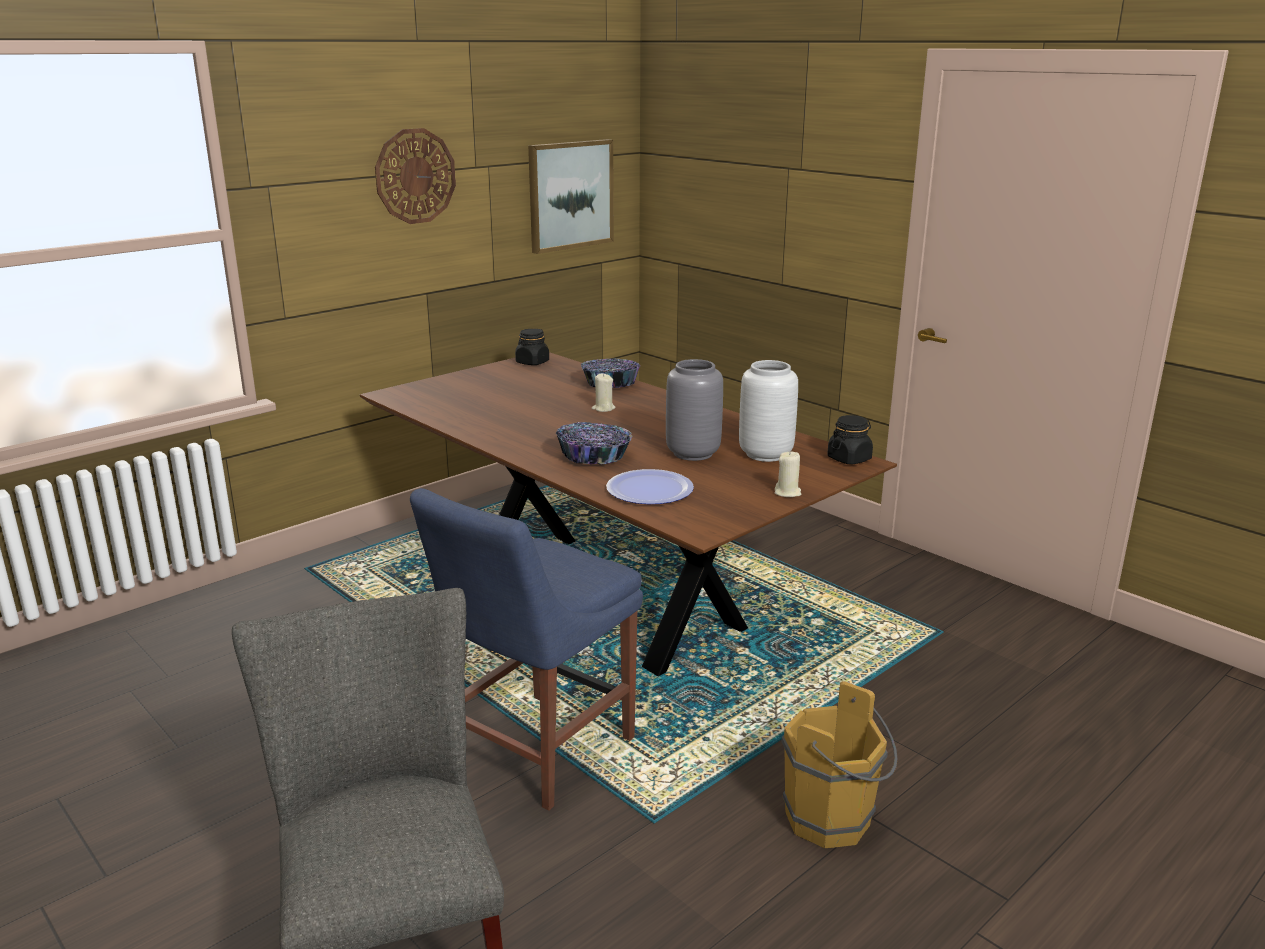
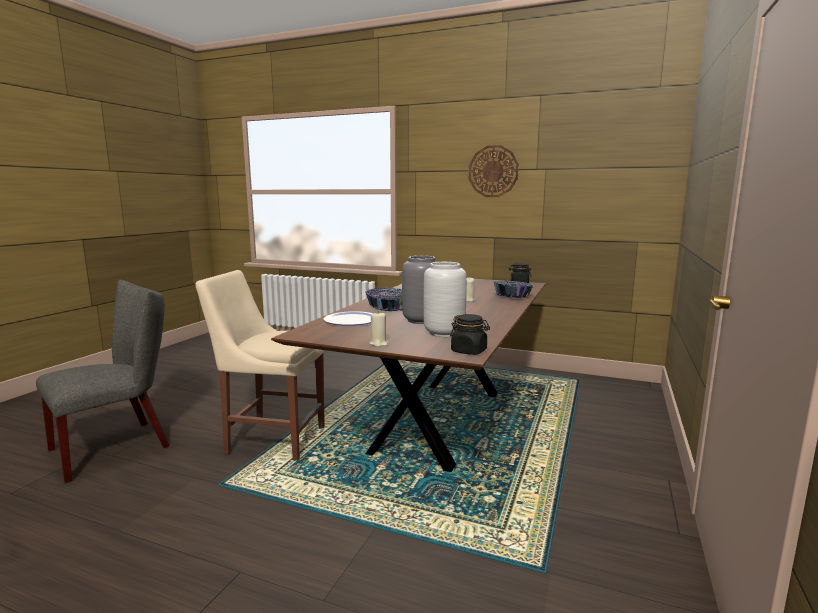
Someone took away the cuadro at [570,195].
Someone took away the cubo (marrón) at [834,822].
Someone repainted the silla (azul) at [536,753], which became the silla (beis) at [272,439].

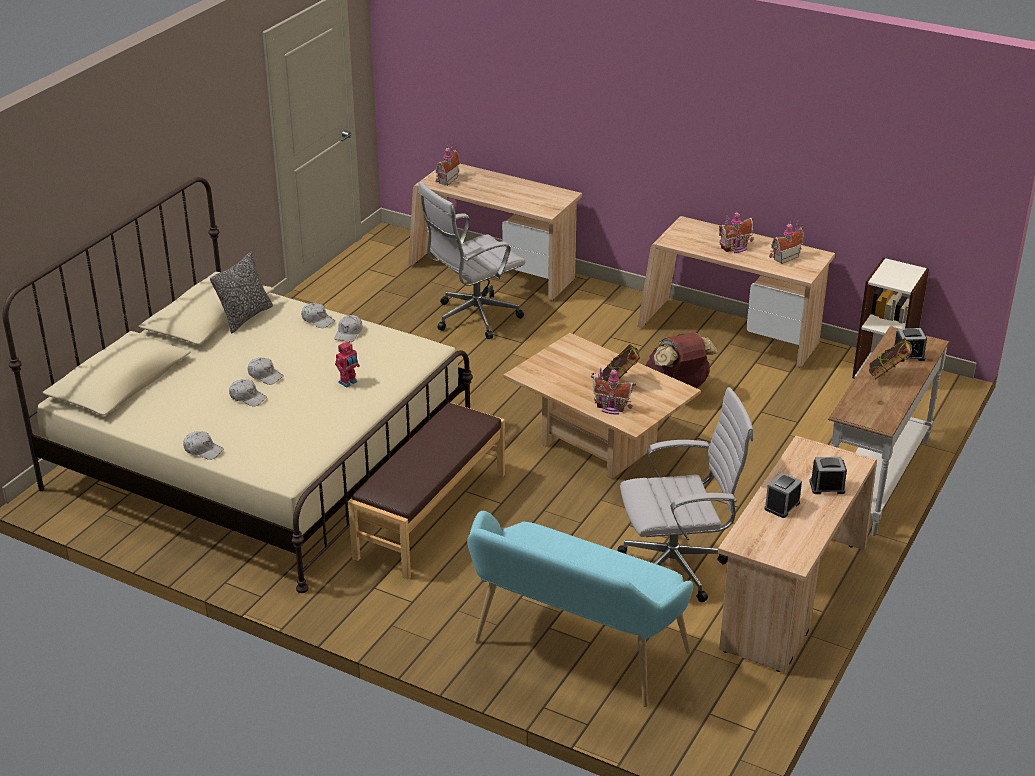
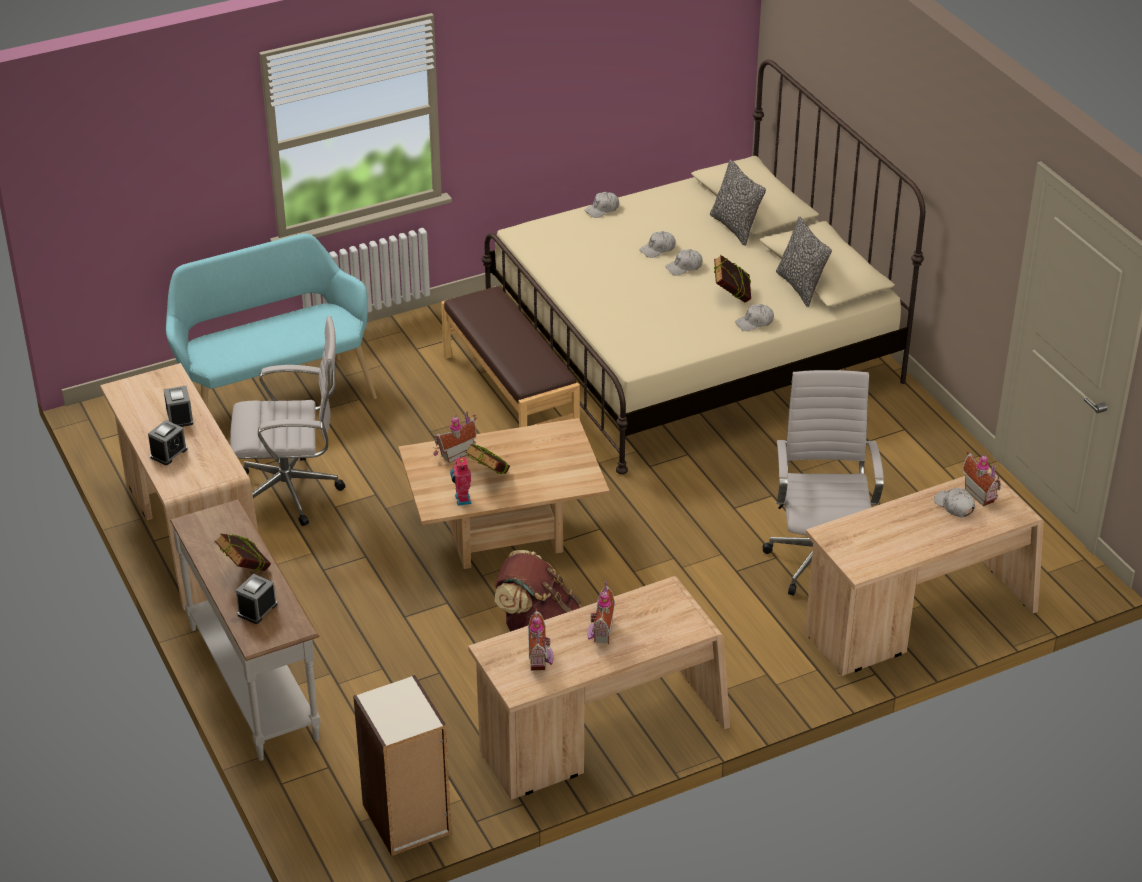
Someone put down the cojín at [735,227].
Someone put down the libro at [731,296].
Someone carried the gorra (blanco) from [349,333] to [954,506].
Someone carried the robot de juguete from [348,382] to [461,500].
Someone rotated the silla de oficina (blanco) at [678,568] by 120 degrees counterclockwise.

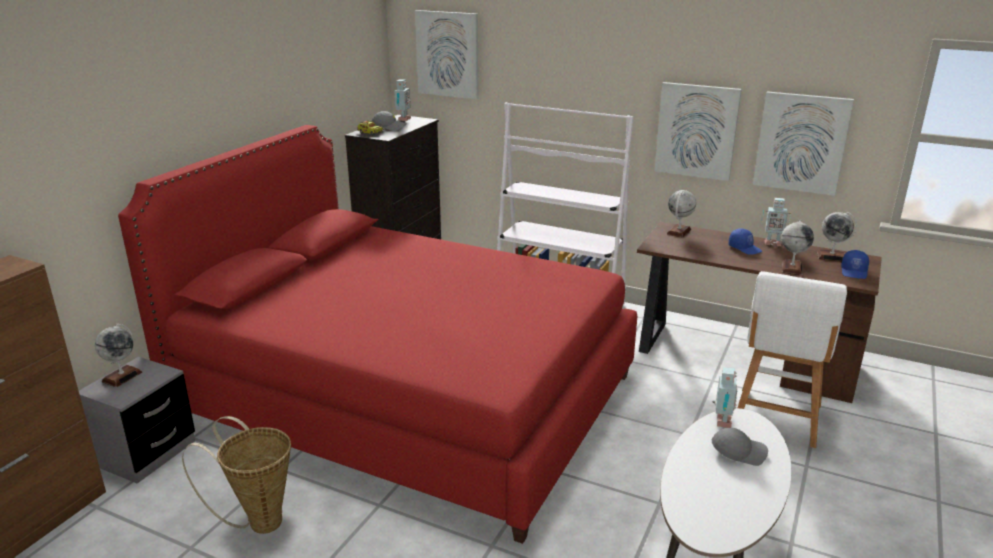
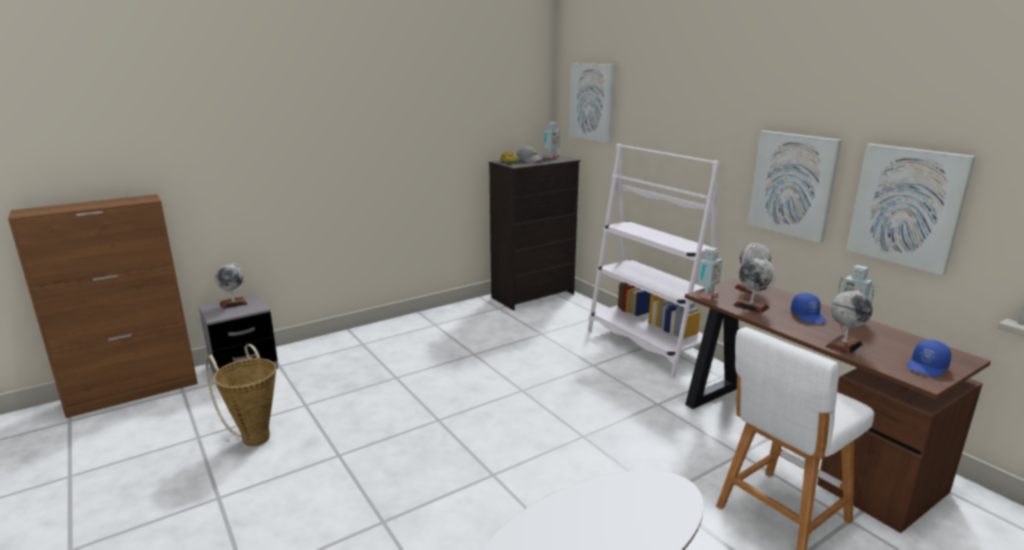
Someone took away the cama (rojo) at [408,397].
Someone took away the gorra (gris) at [738,452].
Someone carried the robot de juguete from [721,422] to [706,296].
Someone carried the globo terráqueo from [831,256] to [751,306].

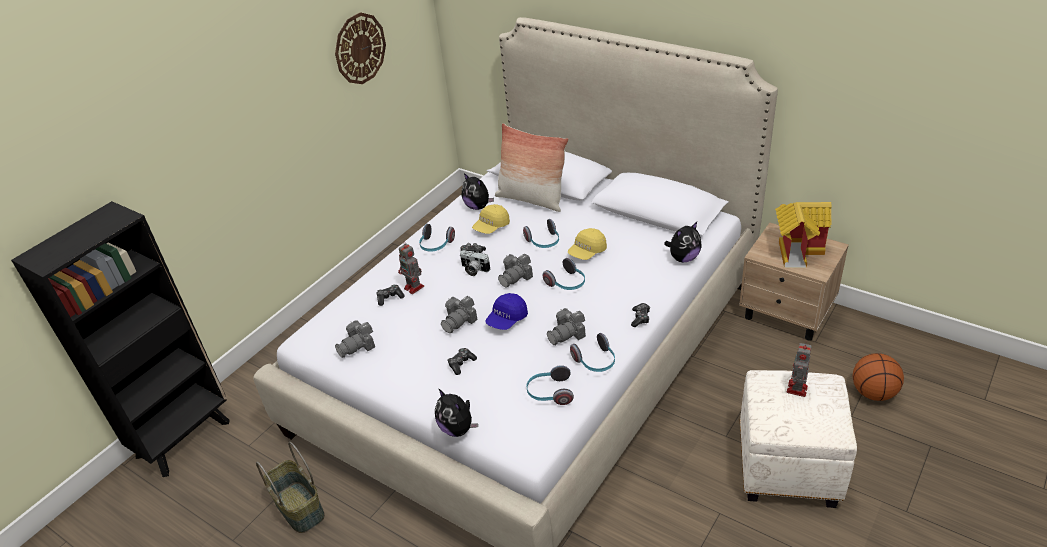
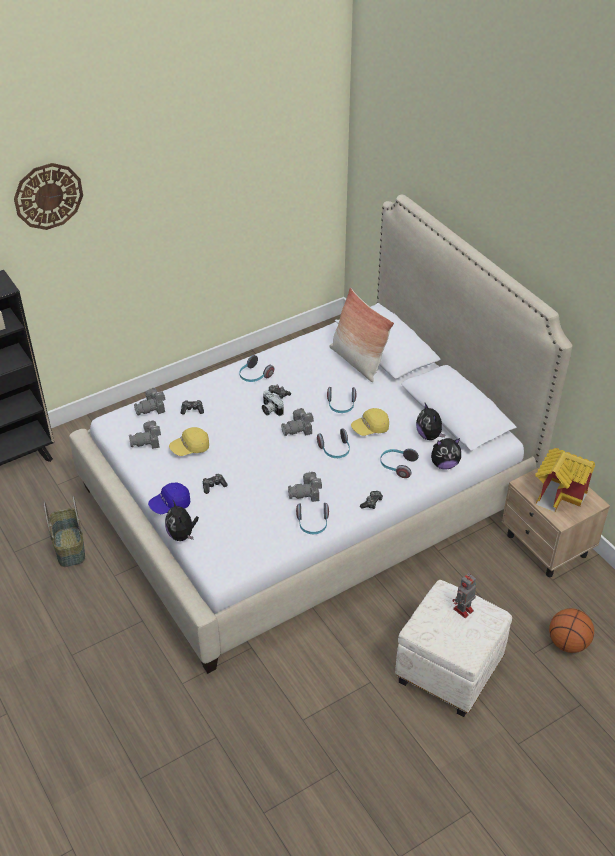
Someone took away the robot de juguete at [414,288].
Someone carried the reloj de pared from [360,48] to [48,196].
Someone carried the cámara from [459,321] to [152,408].
Someone carried the peluche from [478,206] to [429,435].
Someone carried the gorra (amarillo) from [491,227] to [190,448].
Someone carried the gorra (azul) from [507,319] to [170,504].
Someone carried the auriculares from [550,393] to [397,466].

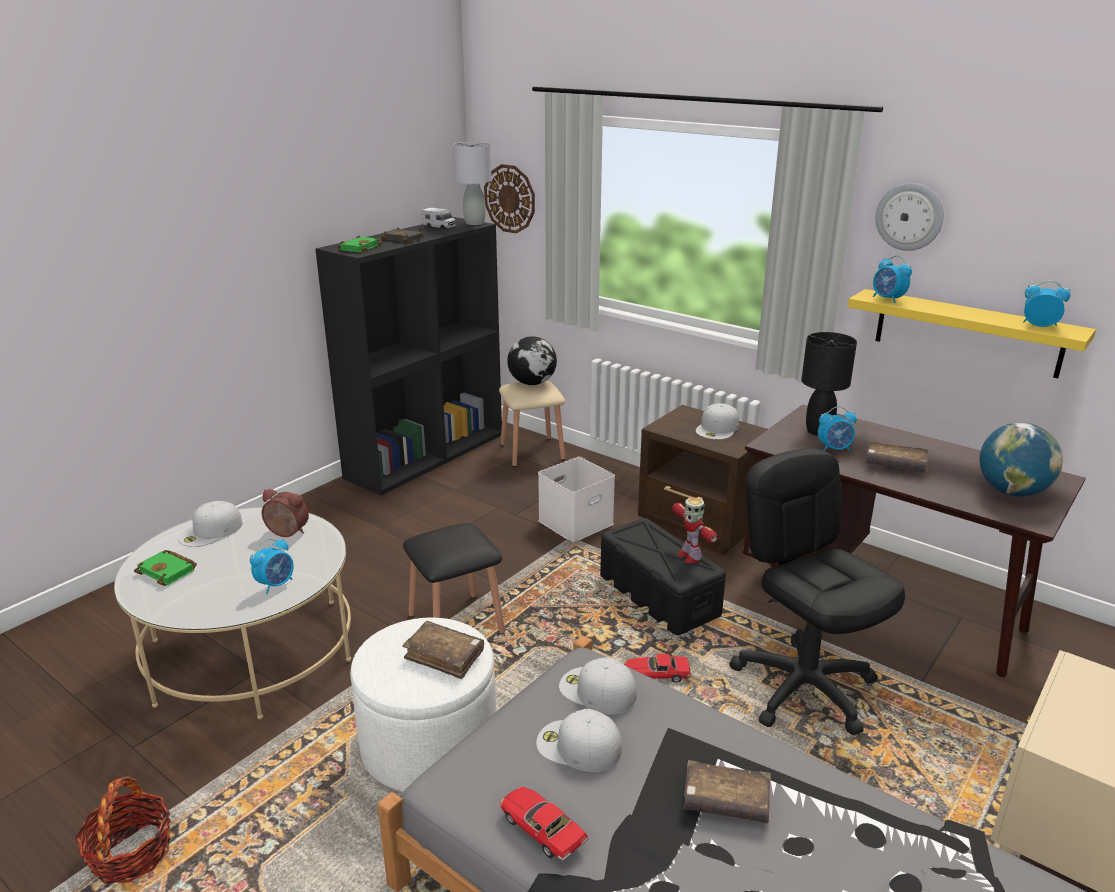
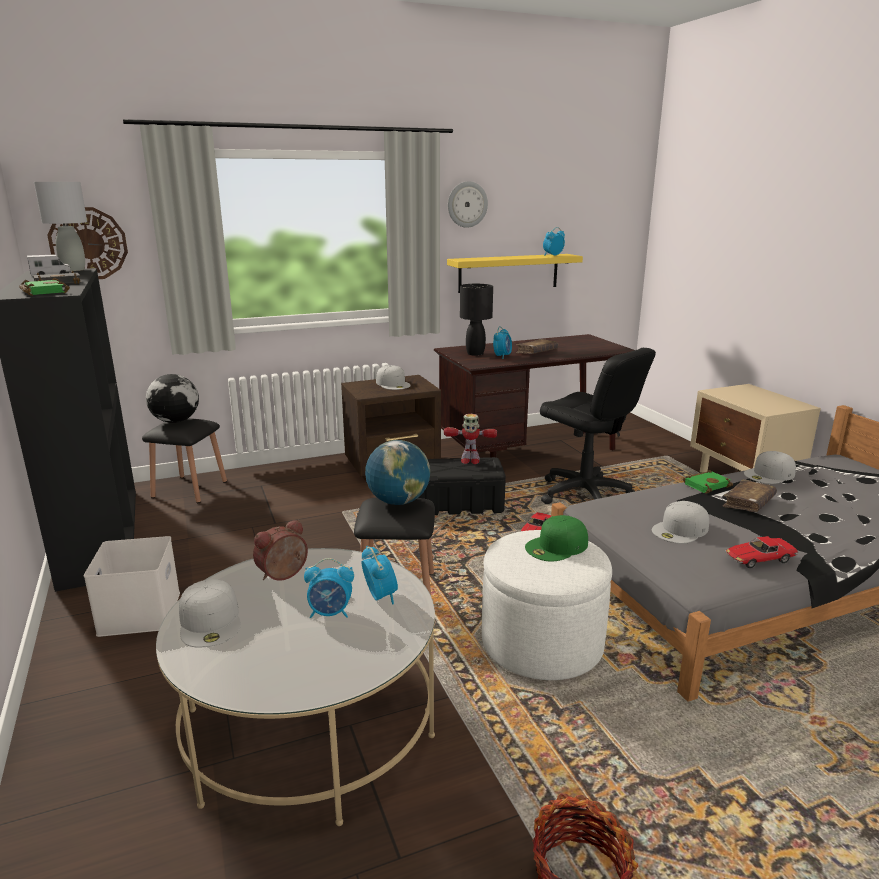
Someone carried the libro (verde) from [169,571] to [706,484].
Someone carried the caja de almacenaje (blanco) from [576,521] to [138,612].
Someone carried the gorra (blanco) from [596,690] to [769,474].
Someone carried the despertador from [888,299] to [330,613].
Someone carried the globo terráqueo from [1011,492] to [398,502].
Someone swapped the libro (marrón) at [444,656] for the gorra (verde) at [557,546].
Someone repainted the taburete (beis) at [532,452], which became the taburete (negro) at [190,489].
Someone rotated the silla de oficina (negro) at [804,687] by 135 degrees counterclockwise.

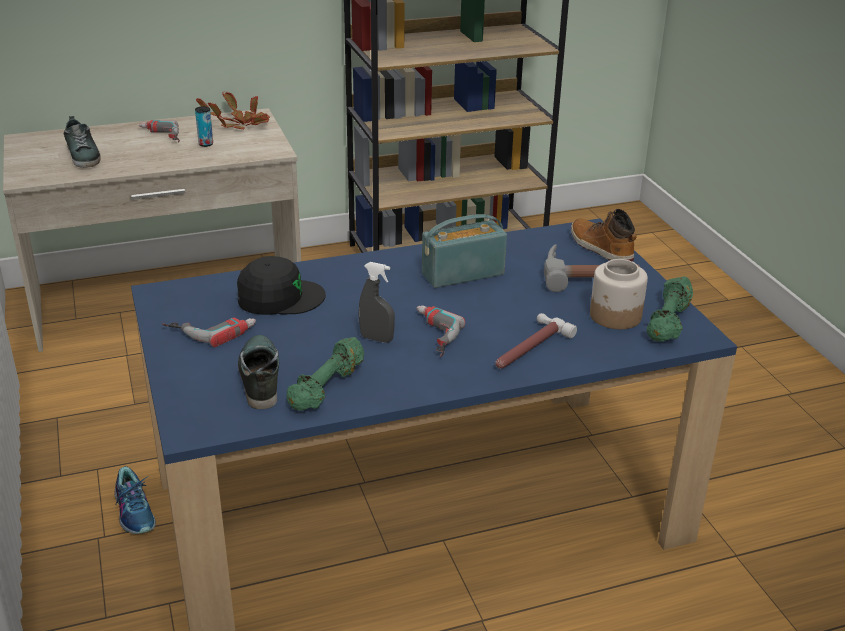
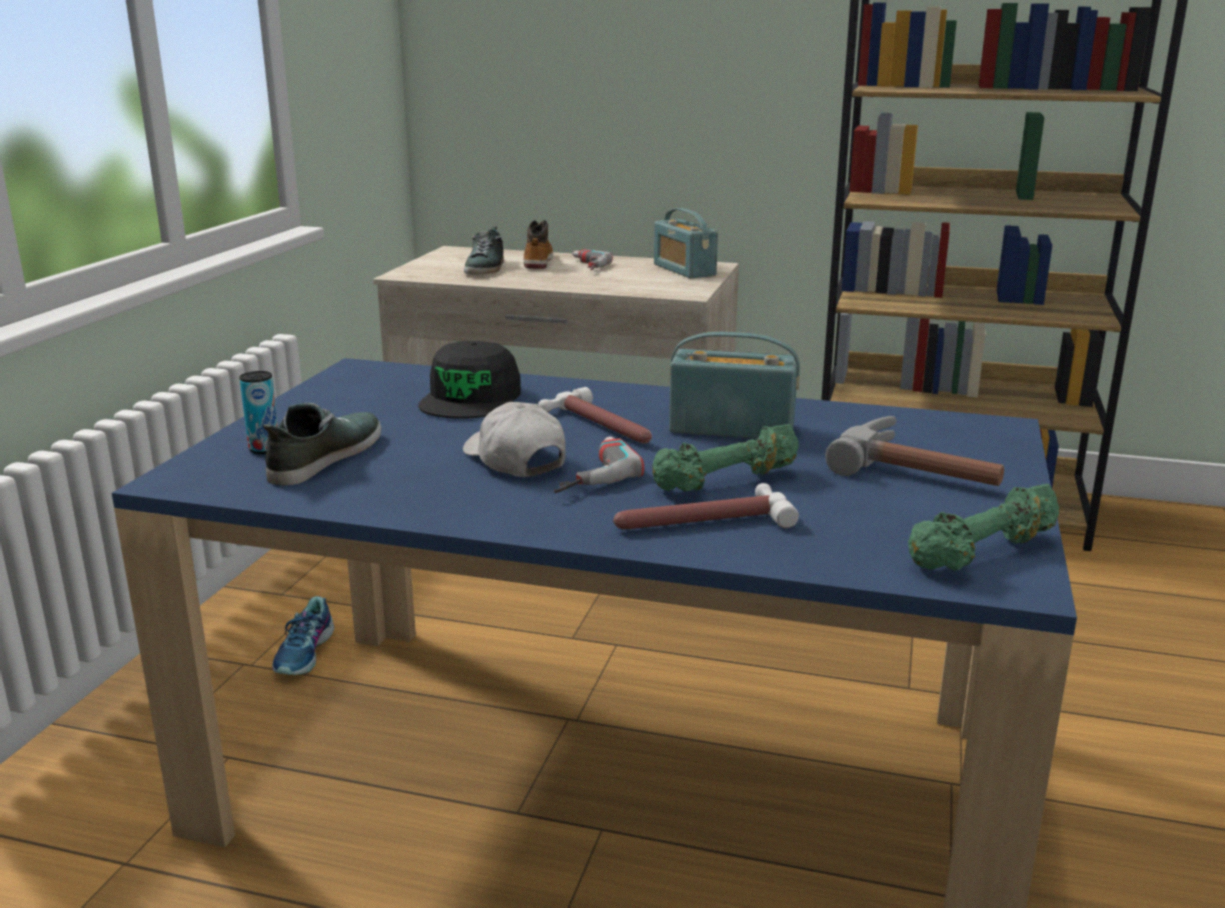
Someone took away the taladro at [211,329].
Someone took away the tarro at [615,316].
Someone put down the martillo at [601,427].
Someone carried the lata from [206,144] to [264,449].
Someone carried the mancuerna (verde) from [328,388] to [727,482].
Someone carried the bota from [600,248] to [537,262].
Someone swapped the planta en maceta at [240,125] for the radio at [684,270].
Someone swapped the pulverizador (gris) at [376,339] for the gorra (blanco) at [514,459].
Someone rotated the gorra (negro) at [279,297] by 75 degrees clockwise.

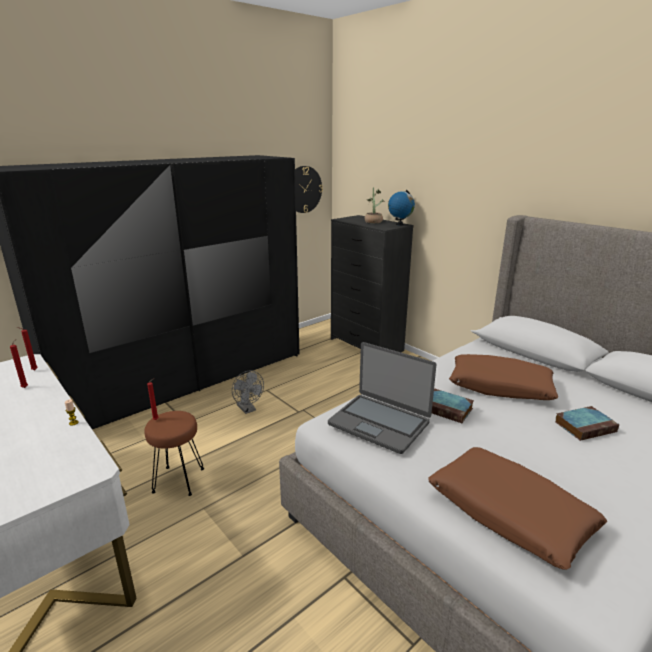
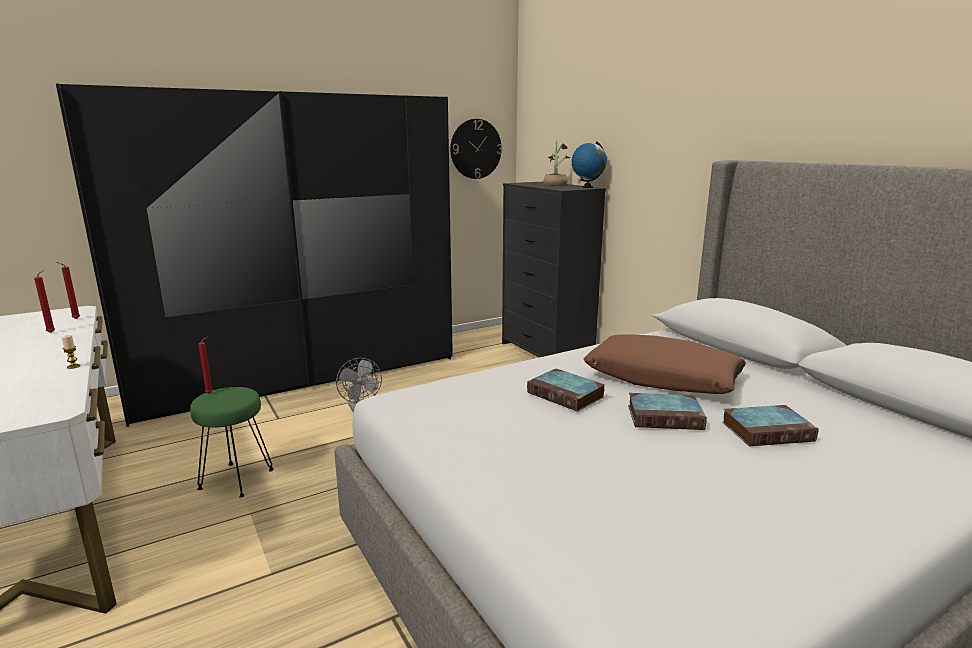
Someone took away the portátil at [379,423].
Someone took away the cojín (marrón) at [509,513].
Someone put down the libro at [666,417].
Someone repainted the taburete (marrón) at [179,481], which became the taburete (verde) at [237,480].

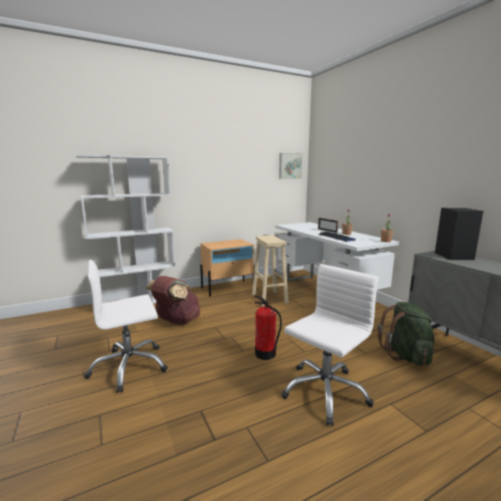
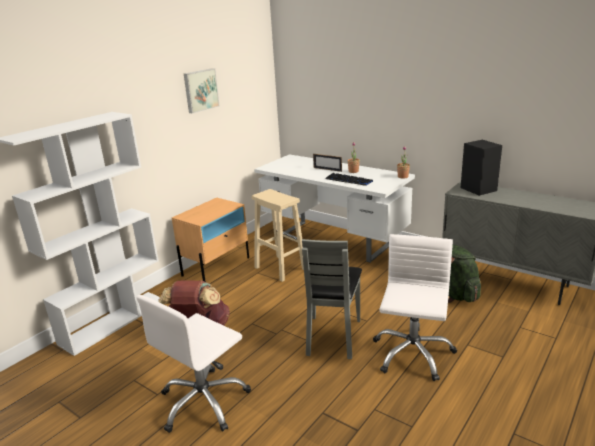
Someone carried the cuadro from [289,166] to [200,90].
Someone swapped the extintor at [265,354] for the silla (gris) at [332,336].

